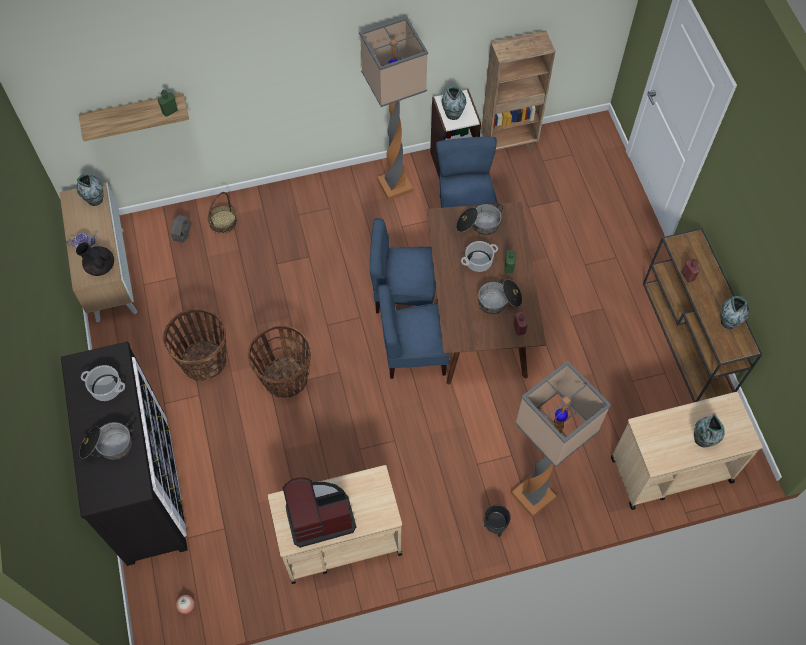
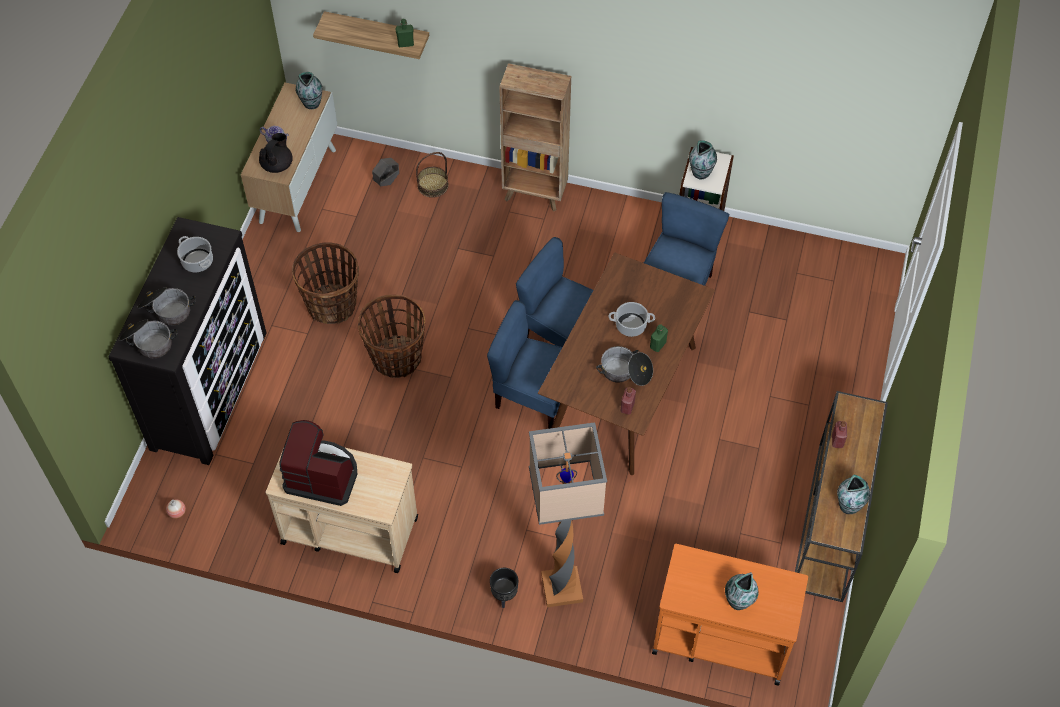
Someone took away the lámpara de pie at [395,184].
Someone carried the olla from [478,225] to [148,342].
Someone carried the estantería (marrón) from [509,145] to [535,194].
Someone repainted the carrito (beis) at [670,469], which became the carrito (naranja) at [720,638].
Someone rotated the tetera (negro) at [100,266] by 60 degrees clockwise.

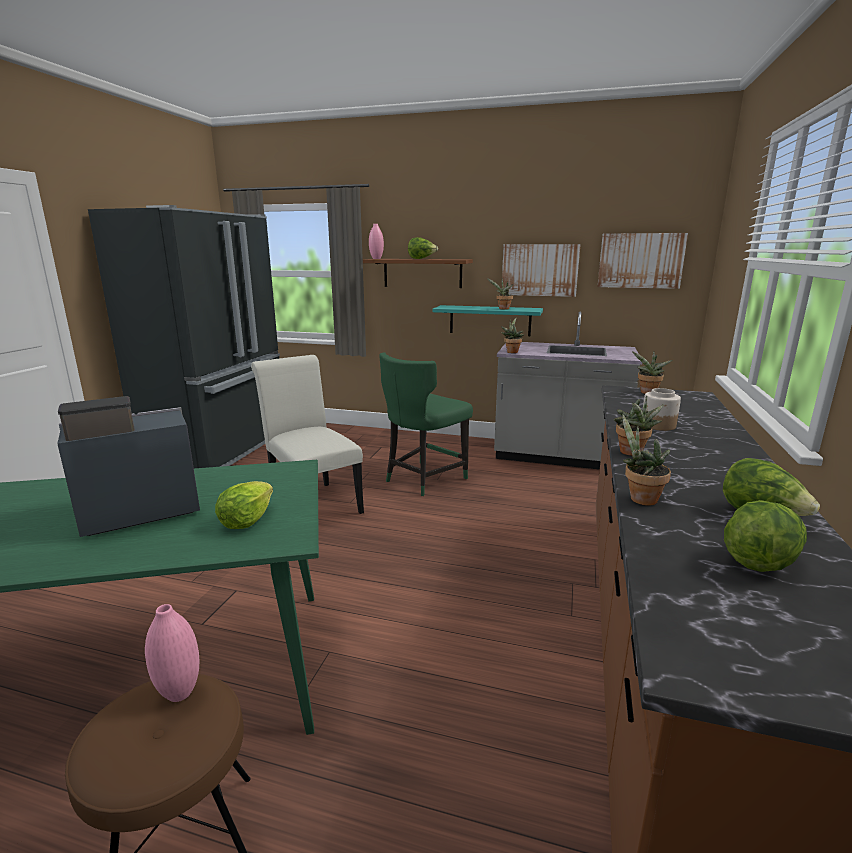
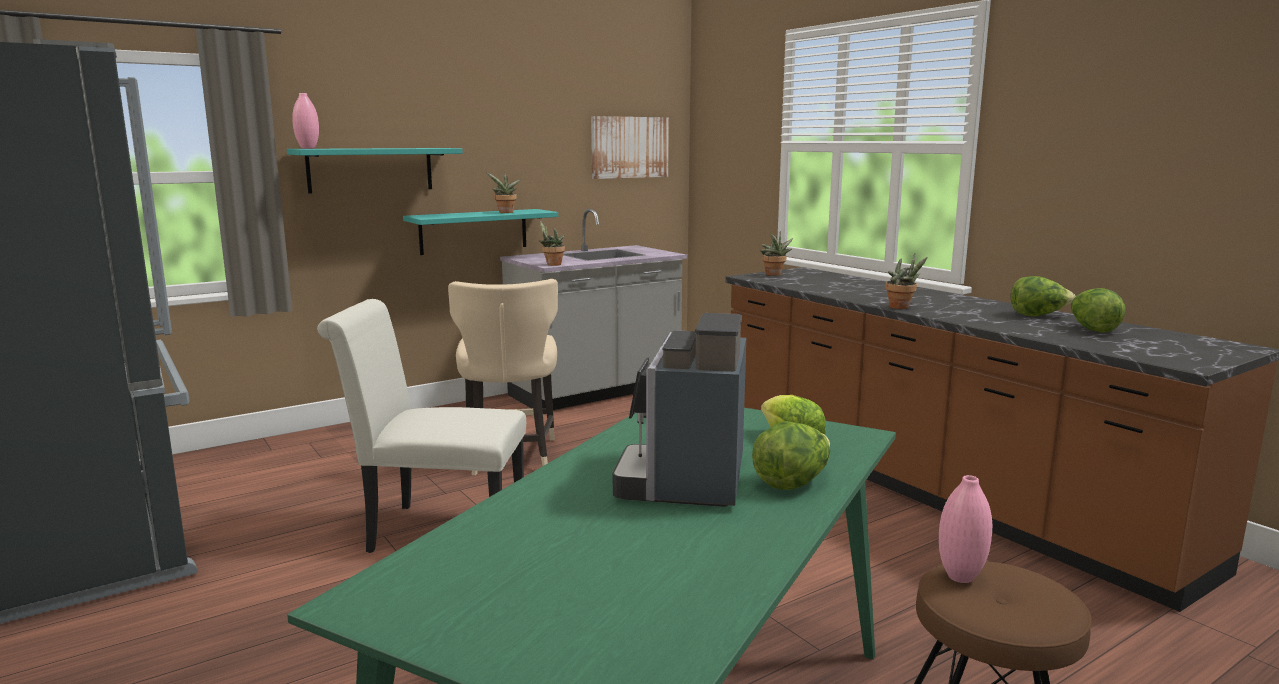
Someone took away the cuadro at [539,270].
Someone took away the planta en maceta at [639,498].
Someone took away the tarro at [658,425].
Someone carried the lechuga from [421,259] to [792,482].
Someone repainted the estante (marrón) at [422,273], which became the estante (turquesa) at [370,169].
Someone repainted the silla (verde) at [423,479], which became the silla (beis) at [510,457].

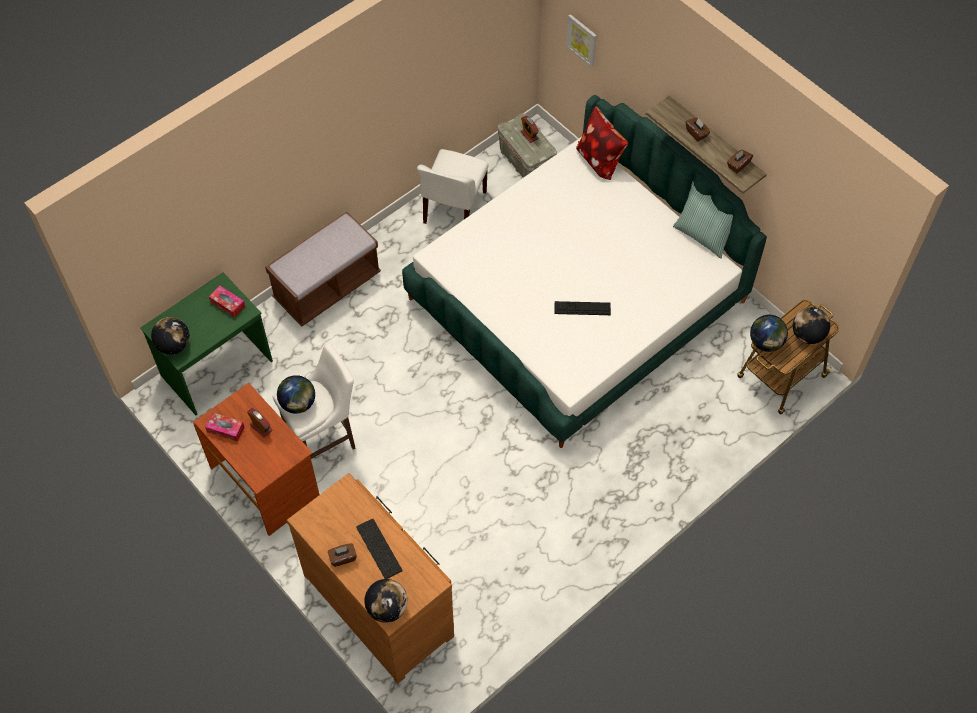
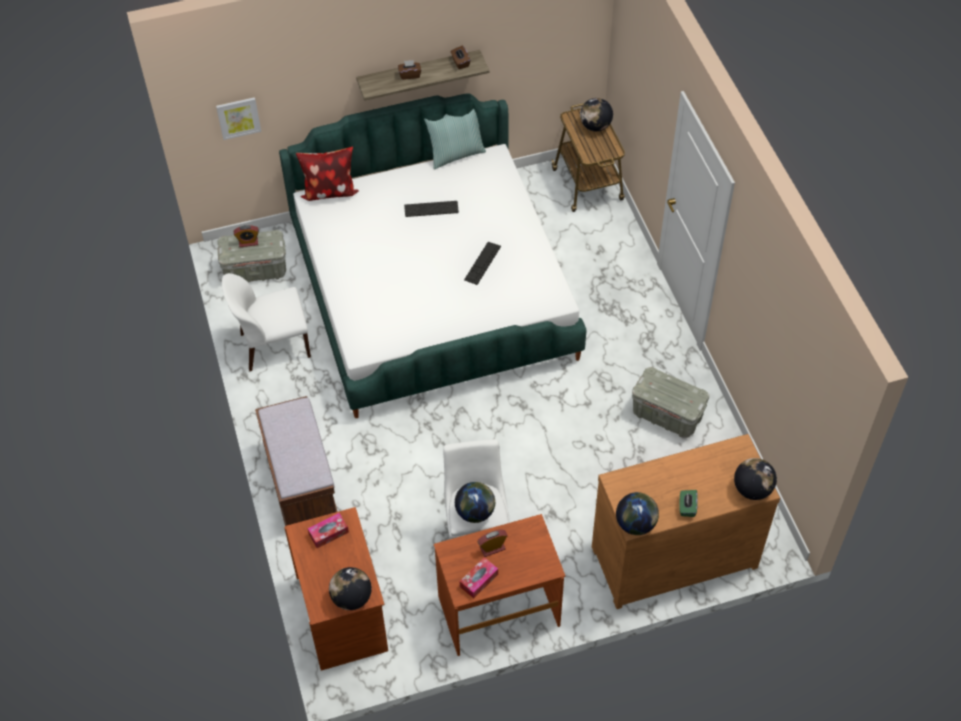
Someone put down the caja de almacenaje (gris) at [667,415].
Someone carried the teclado from [377,548] to [430,209].
Someone carried the globo terráqueo from [766,343] to [636,524].
Someone repainted the escritorio (verde) at [217,369], which became the escritorio (marrón) at [343,613].
Someone repainted the caja de pañuelos (marrón) at [343,558], which became the caja de pañuelos (verde) at [687,507].
Someone rotated the silla (blanco) at [454,208] by 120 degrees clockwise.

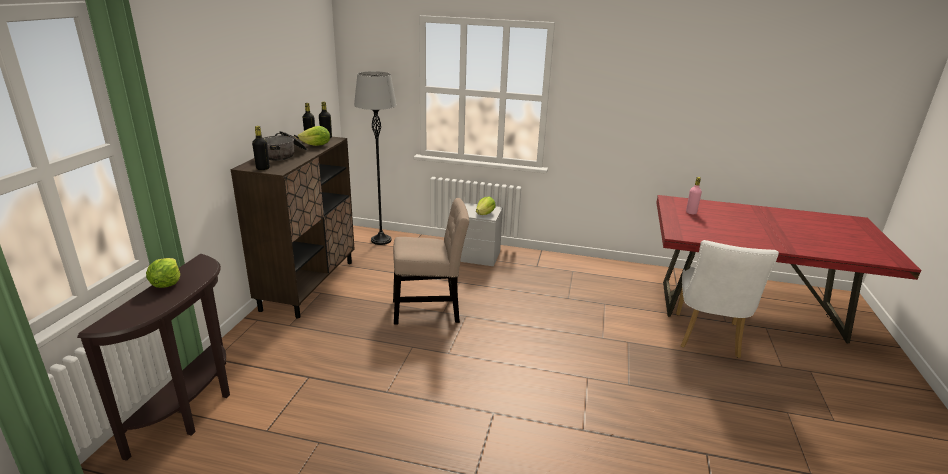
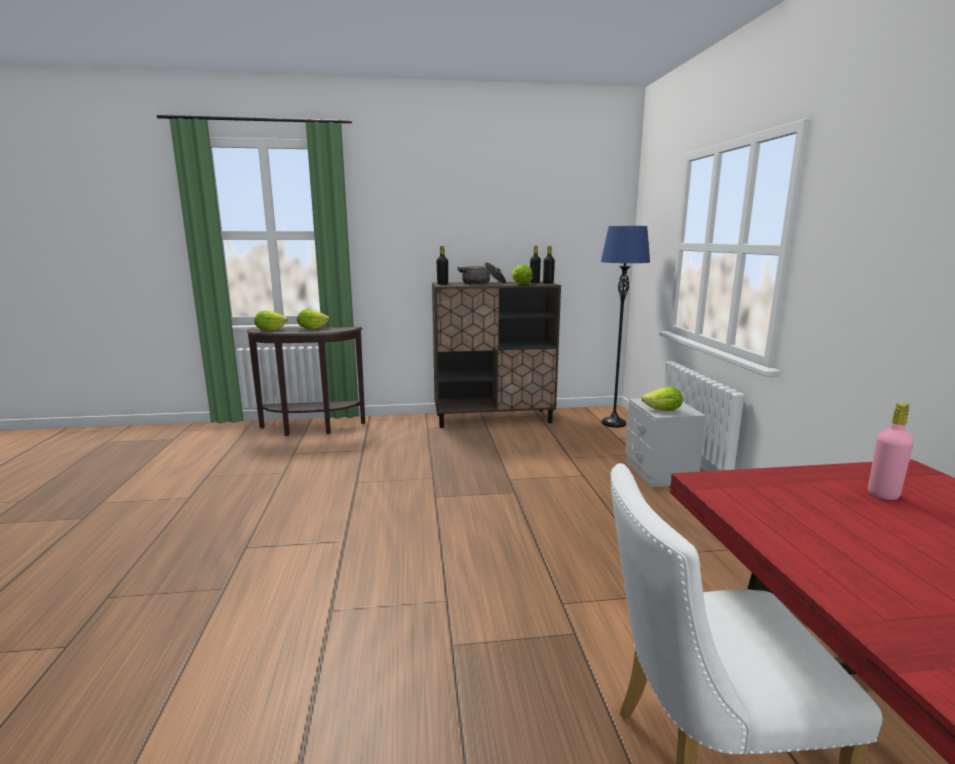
Someone took away the silla (beis) at [430,310].
Someone put down the lechuga at [270,330].
Someone repainted the lámpara de pie (gris) at [381,240], which became the lámpara de pie (azul) at [613,423].

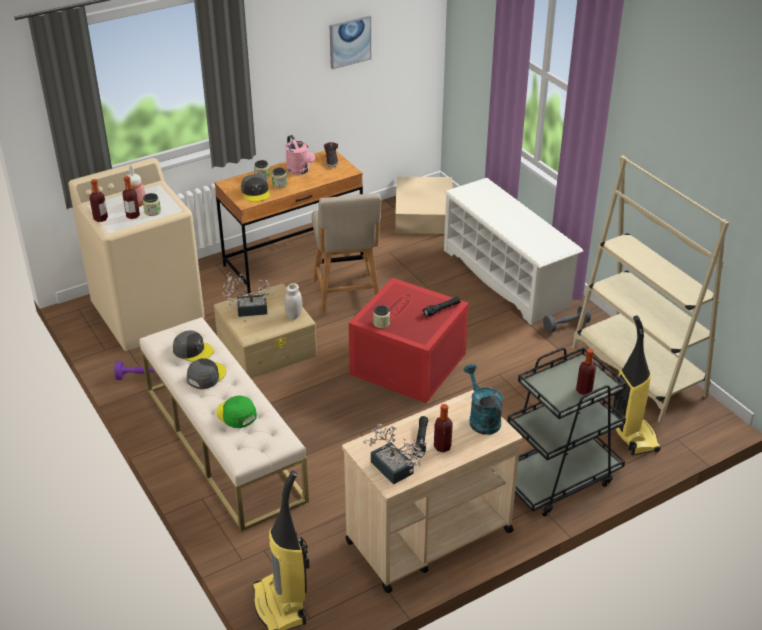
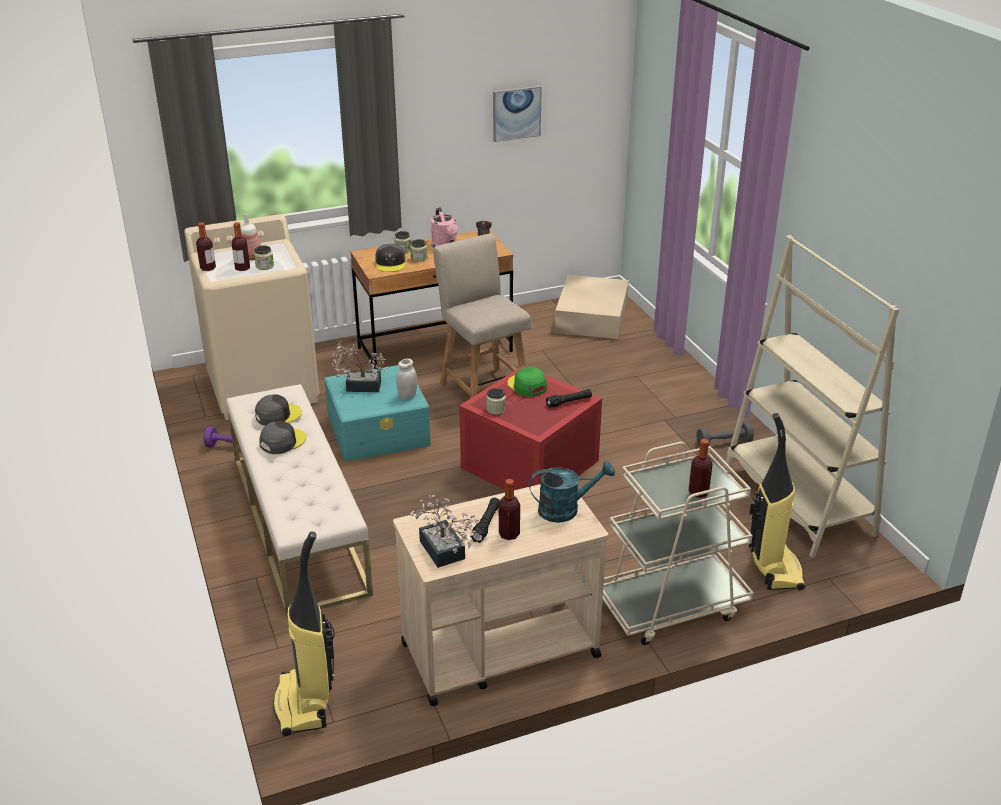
Someone took away the zapatero (blanco) at [506,278].
Someone carried the gorra (verde) from [236,414] to [527,386].
Someone repainted the caja de almacenaje (beis) at [267,346], which became the caja de almacenaje (turquesa) at [379,430].
Someone repainted the carrito (negro) at [557,479], which became the carrito (beis) at [671,605].
Someone rotated the gorra (gris) at [193,350] by 60 degrees counterclockwise.
Someone rotated the silla (beis) at [347,295] by 150 degrees clockwise.
Someone rotated the regadera (turquesa) at [481,418] by 90 degrees clockwise.

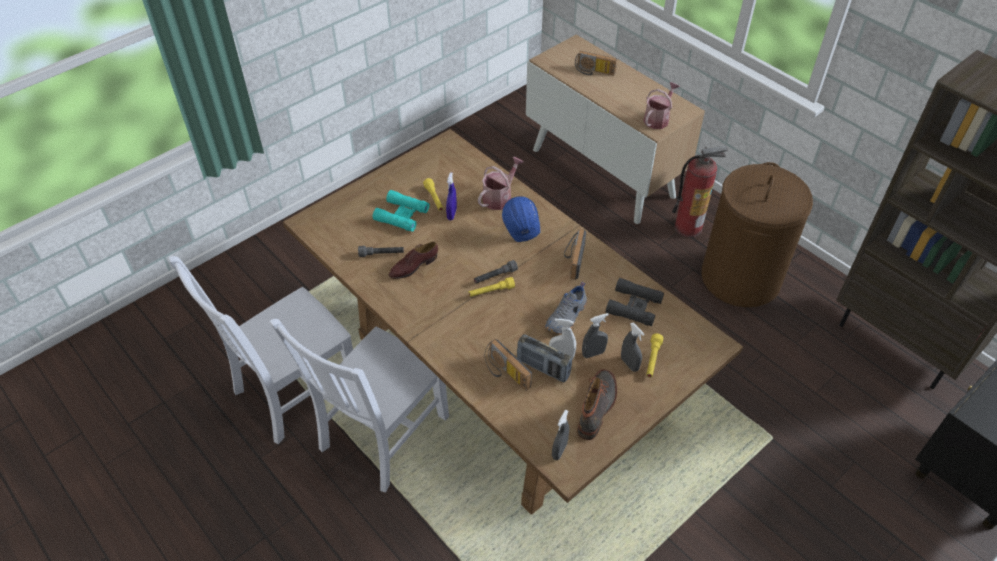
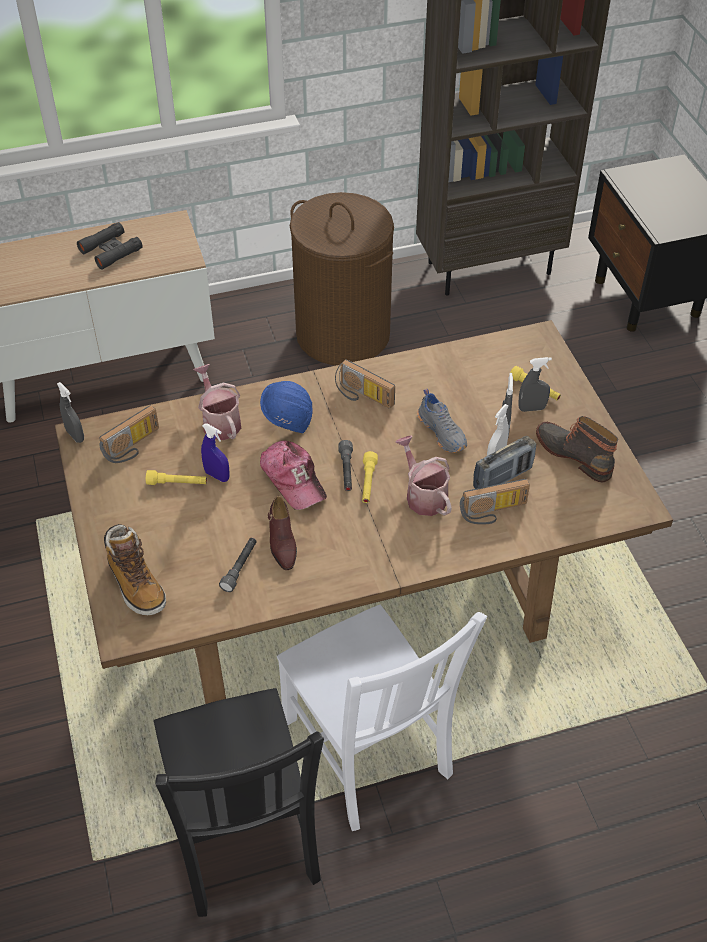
Someone took away the prismáticos (turquesa) at [401,215].
Someone took away the extintor at [688,227].
Someone put down the bota at [136,585].
Someone put down the gorra at [293,479].
Someone carried the pulverizador (gris) from [559,450] to [75,435].
Someone carried the radio from [593,72] to [133,447].
Someone carried the prismáticos (negro) from [634,306] to [111,250].
Someone carried the regadera from [658,119] to [423,495].
Someone repainted the silla (blanco) at [293,391], which became the silla (negro) at [243,836].

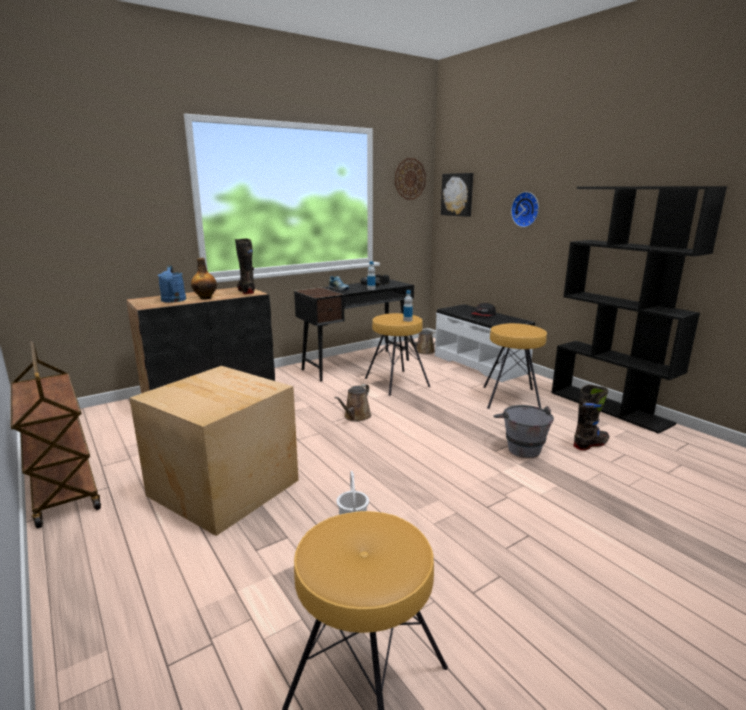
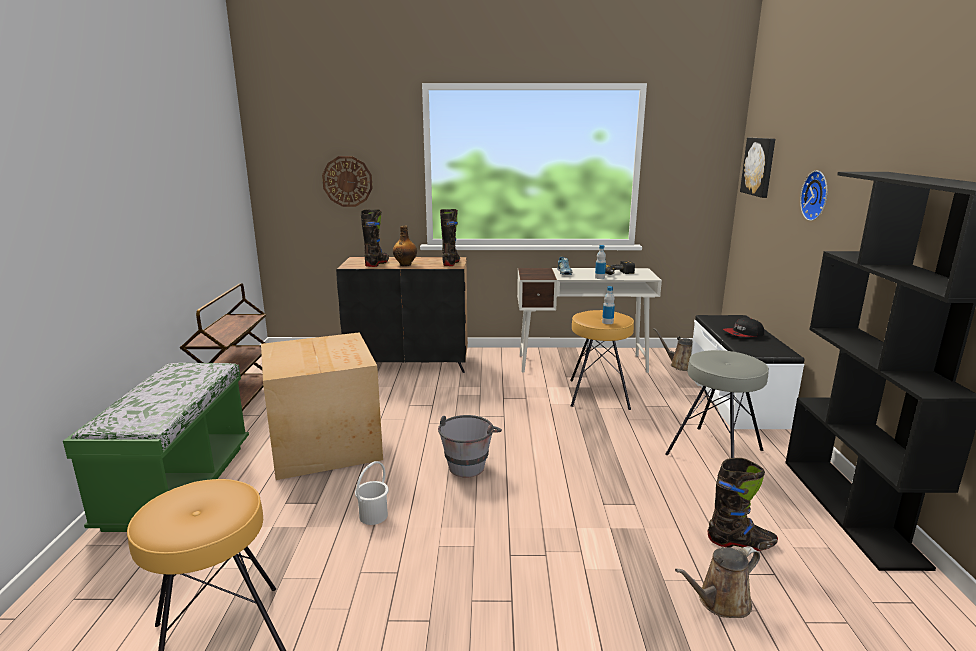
Someone put down the banco (verde) at [179,485].
Someone carried the regadera (marrón) from [356,417] to [720,602].
Someone carried the reloj de pared from [410,179] to [347,181].
Someone carried the cubo (gris) from [520,447] to [469,463].
Someone swapped the regadera (azul) at [173,301] for the bota (negro) at [377,264].
Someone repainted the escritorio (negro) at [357,364], which became the escritorio (blanco) at [582,363].
Someone repainted the taburete (marrón) at [511,398], which became the taburete (gris) at [715,452].

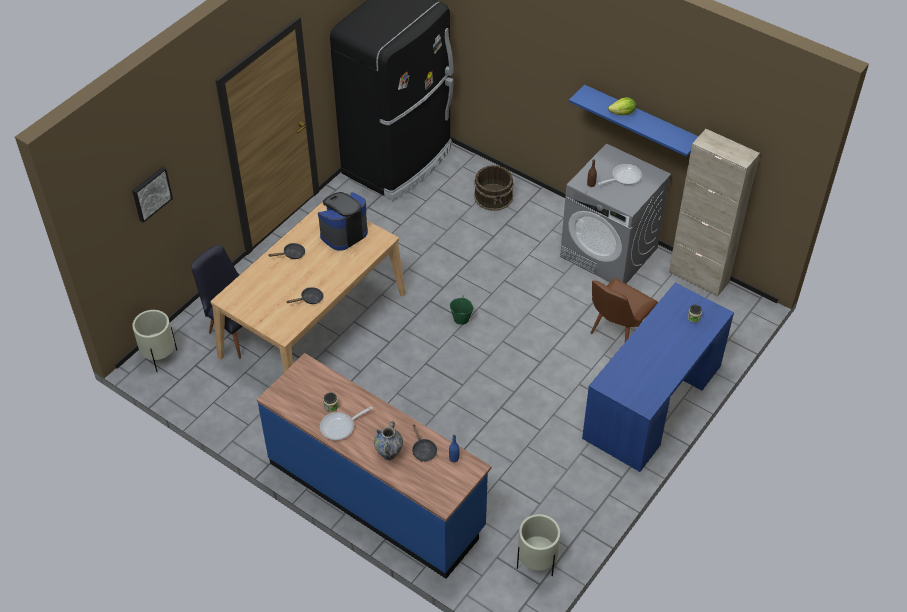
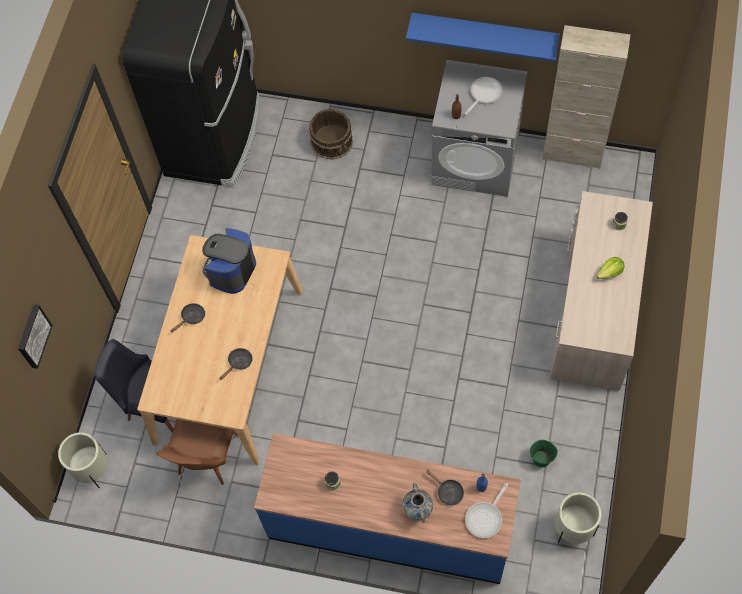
Someone carried the sartén from [340,427] to [486,517].
Someone carried the cubo (verde) from [461,318] to [541,458].
Someone carried the silla (marrón) from [616,332] to [205,461].
Someone carried the lechuga from [622,113] to [610,273].
Someone repainted the escritorio (azul) at [651,401], which became the escritorio (beis) at [594,310].

